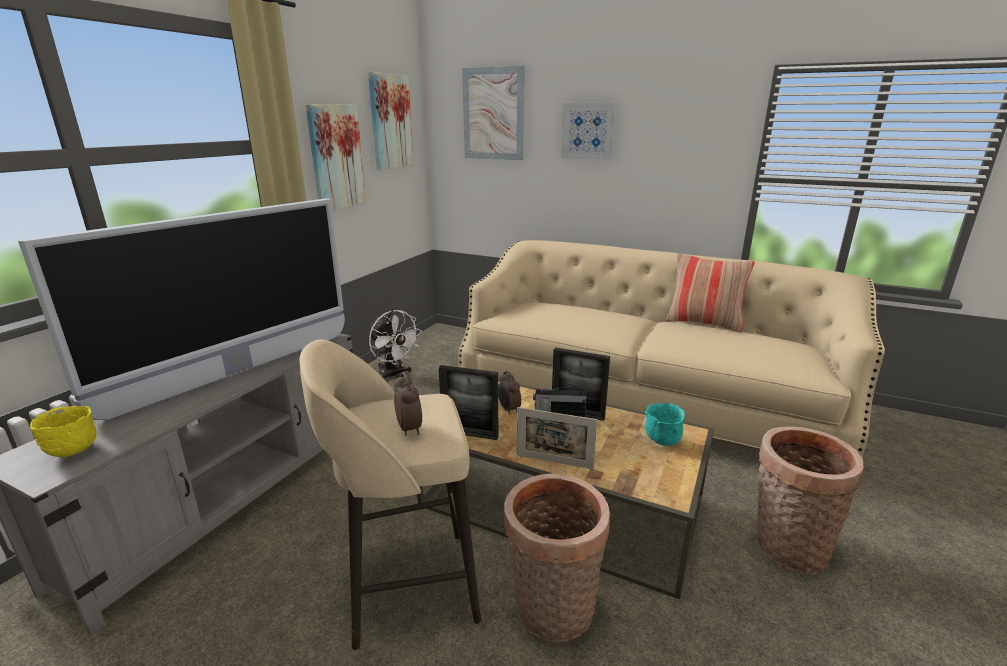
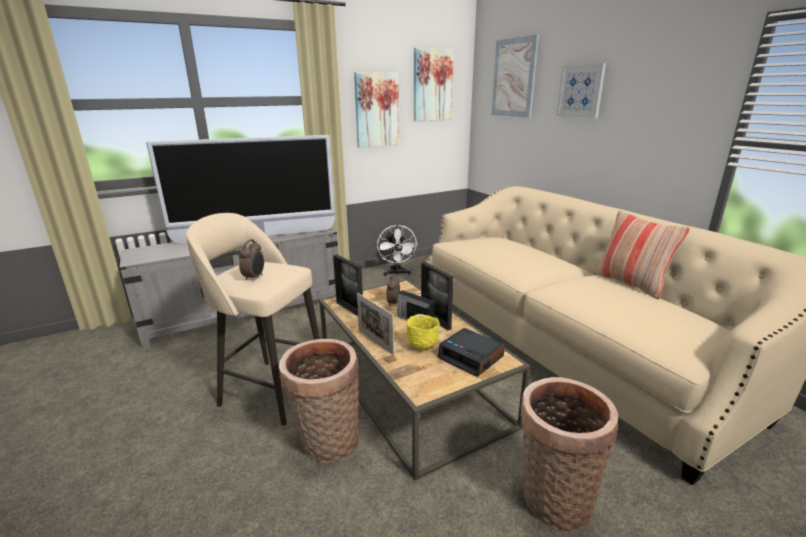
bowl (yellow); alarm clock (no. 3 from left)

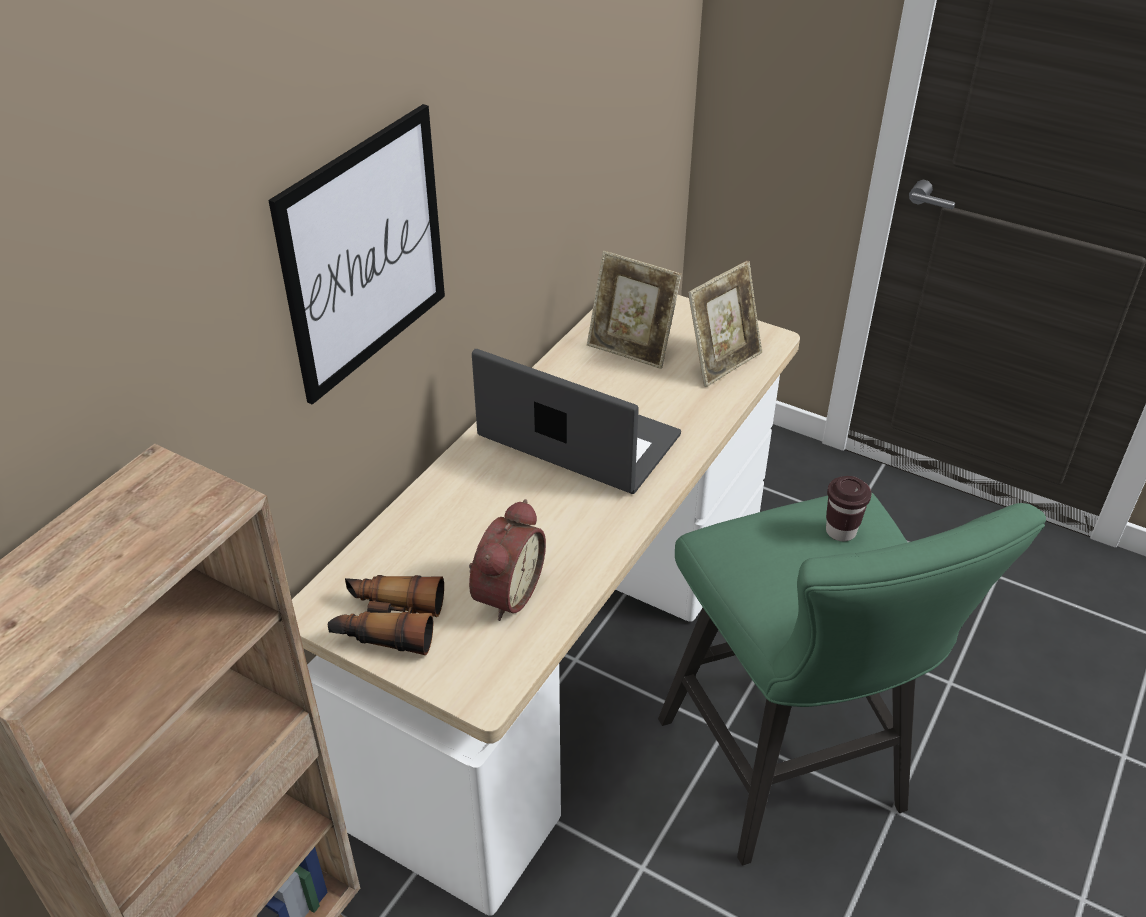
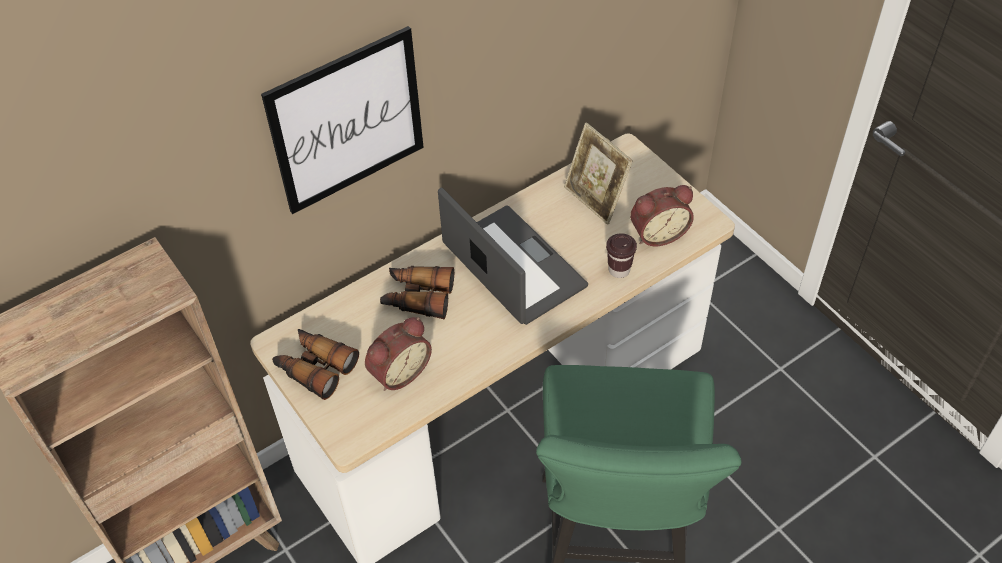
binoculars (no. 2 from left); cup (brown); alarm clock (no. 2 from left)

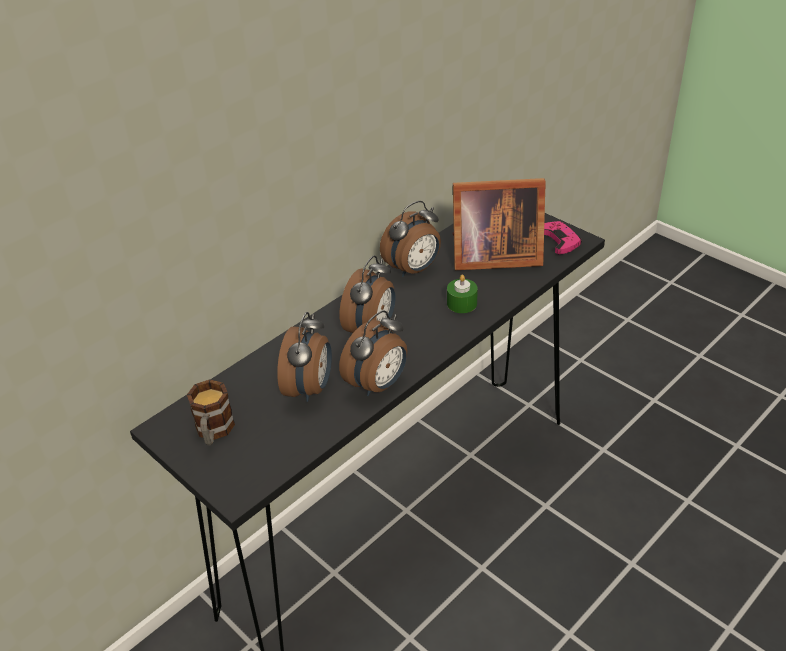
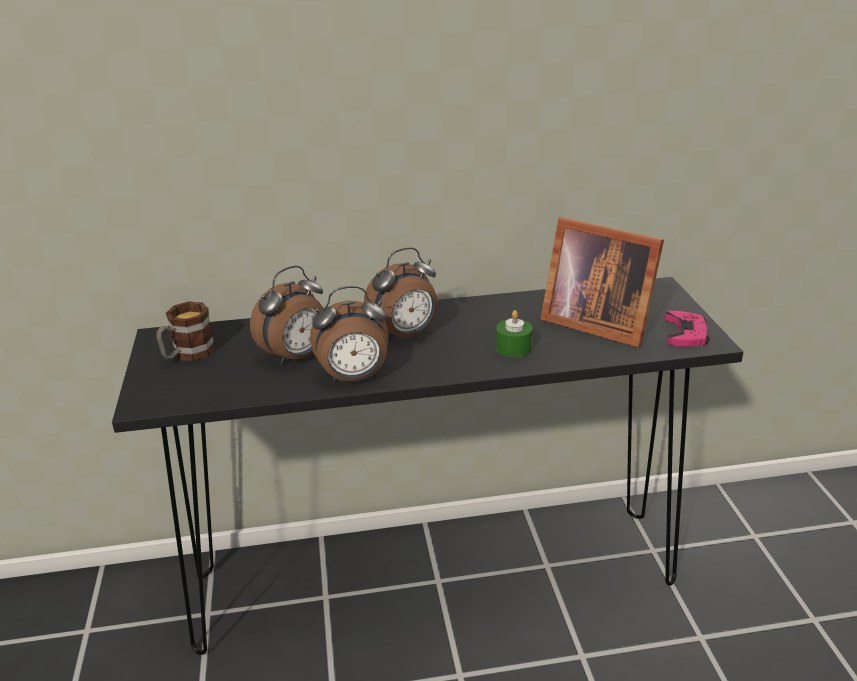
alarm clock (no. 4 from left in the first image)

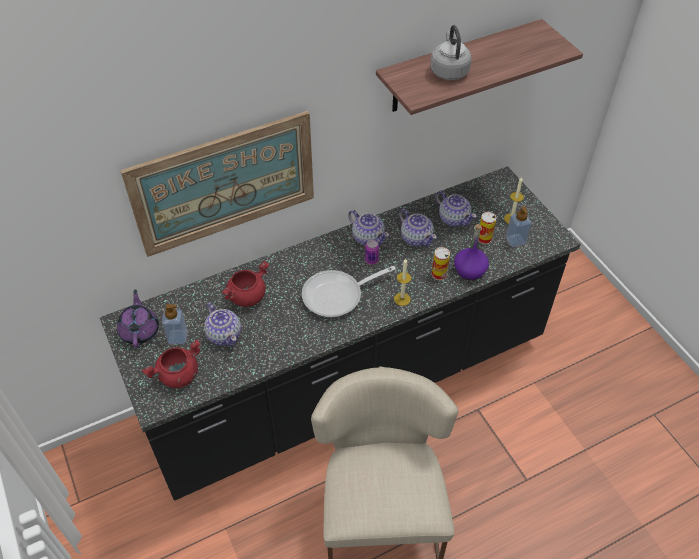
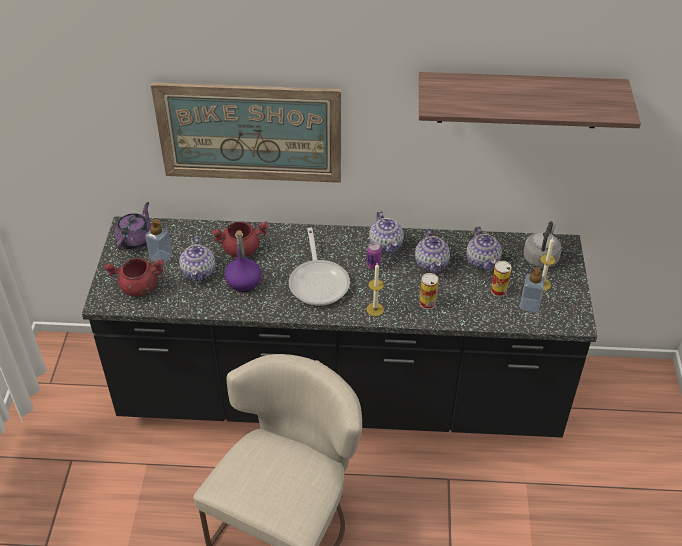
bottle (purple); frying pan; kettle (grey)

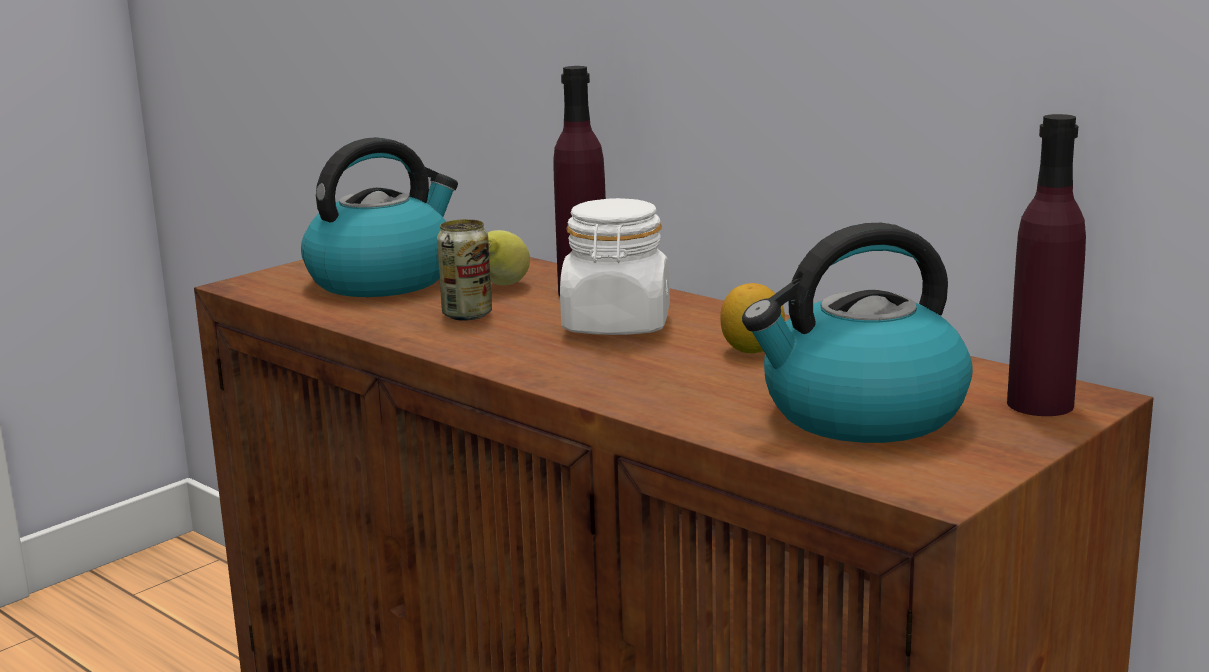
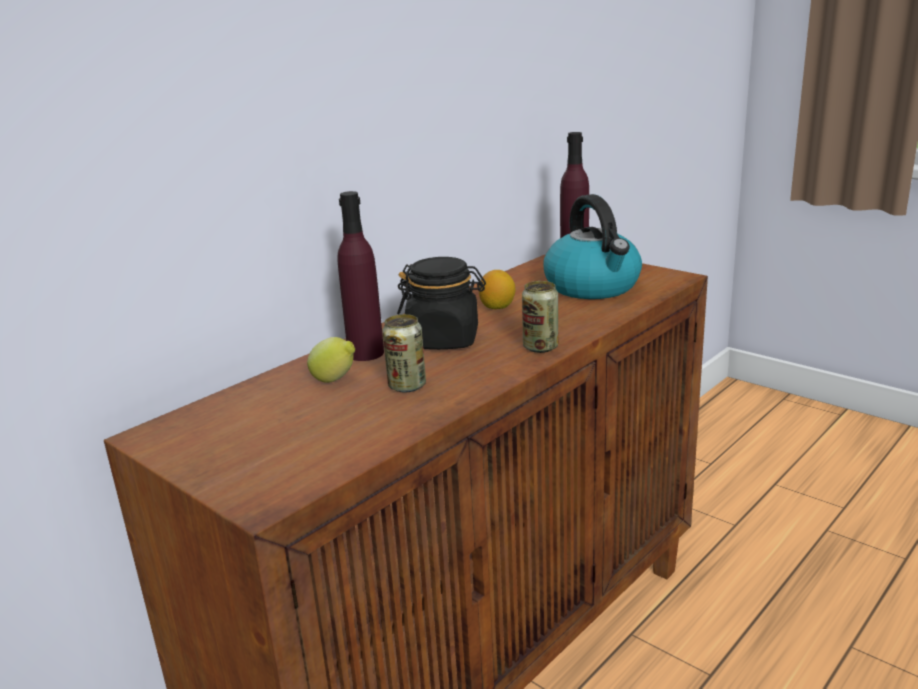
jar (black); can (no. 2 from left); kettle (no. 1 from left in the first image)

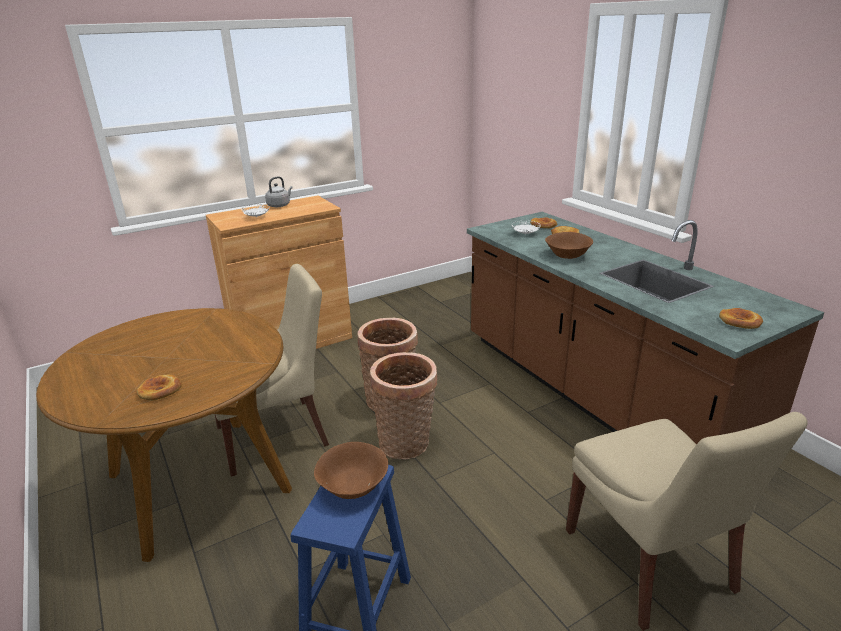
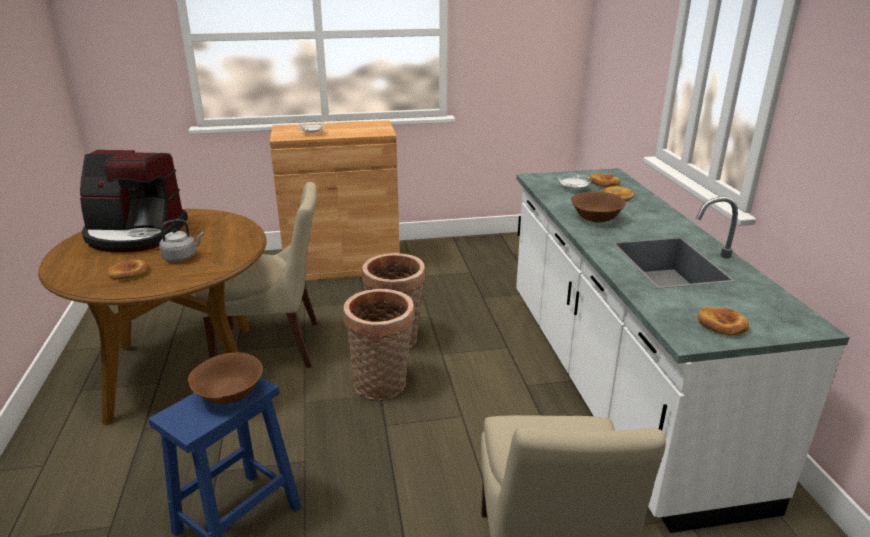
coffee machine; kettle (grey); counter (white)

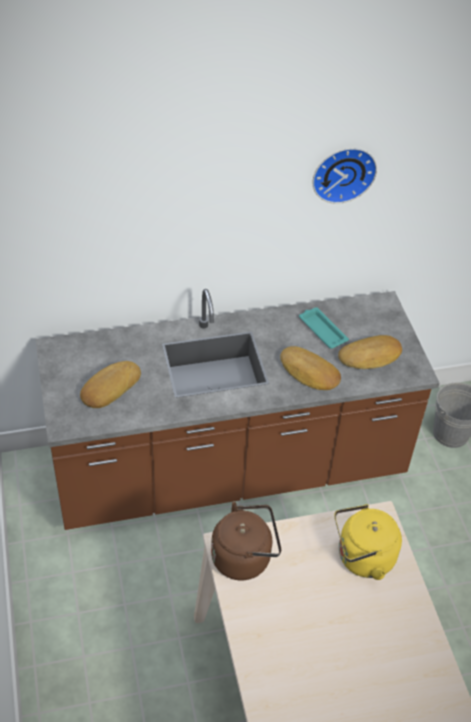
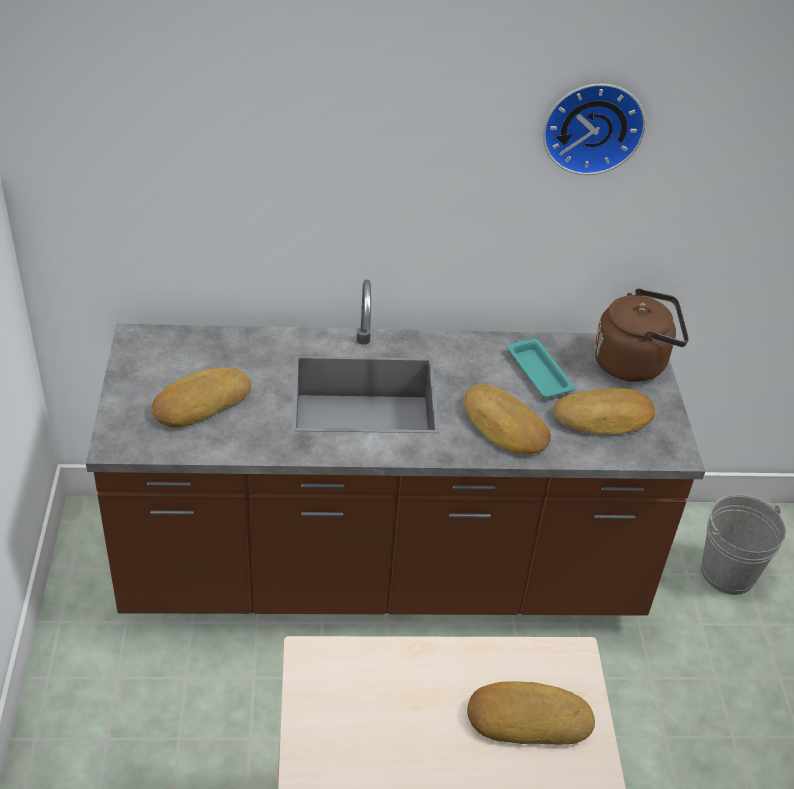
bread (no. 3 from left); kettle (brown)

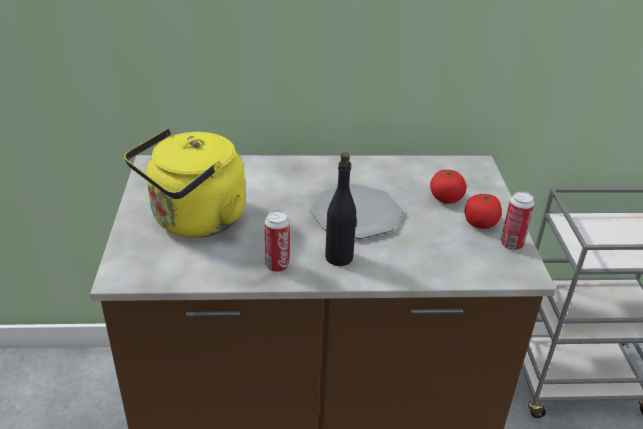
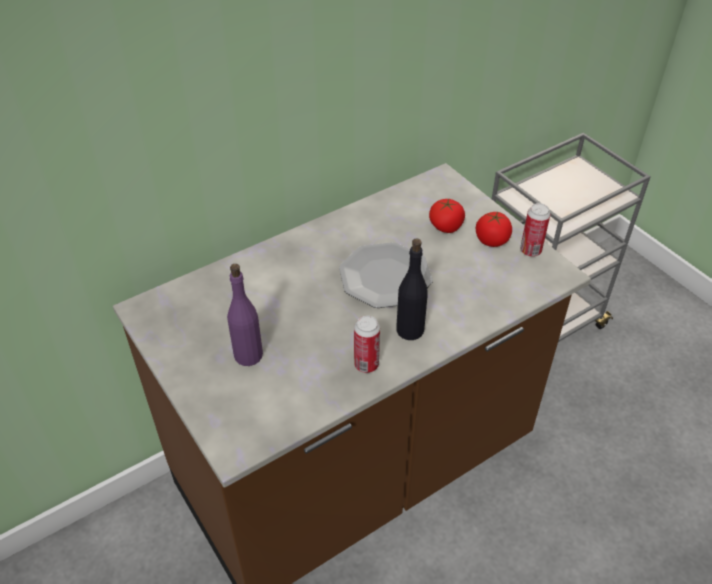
bottle (purple)

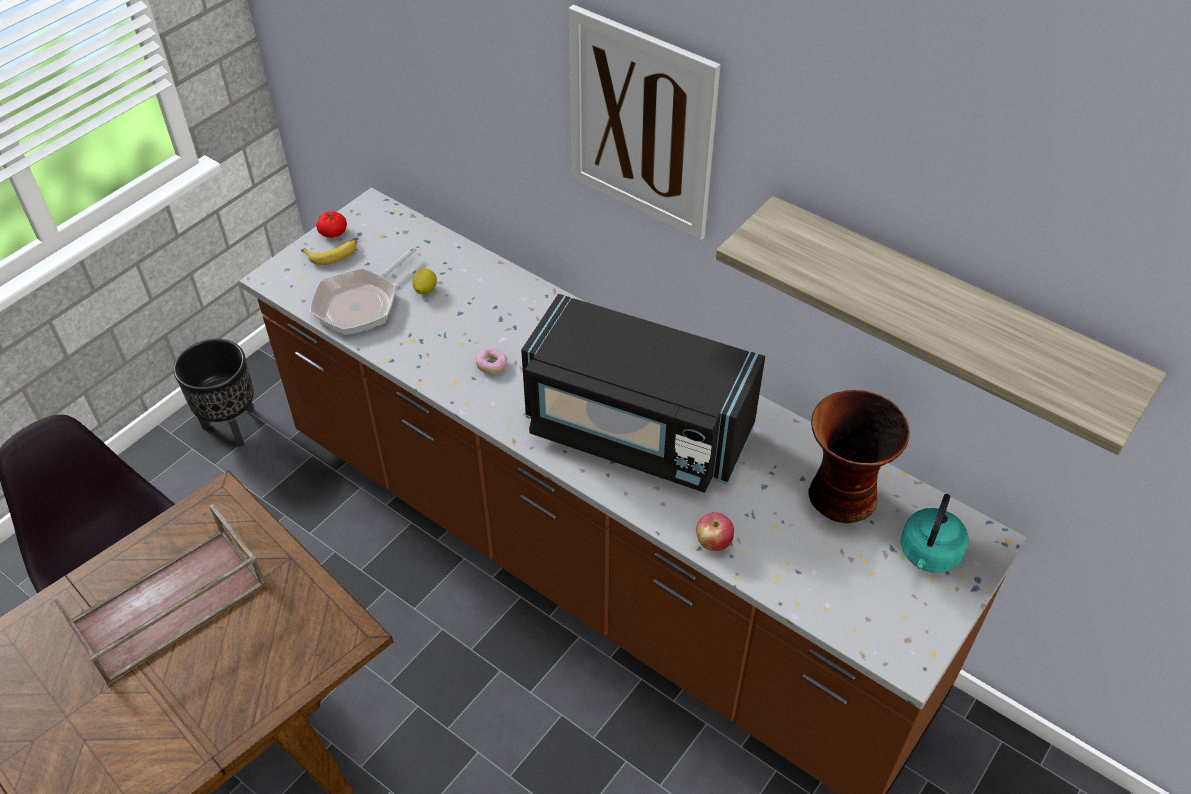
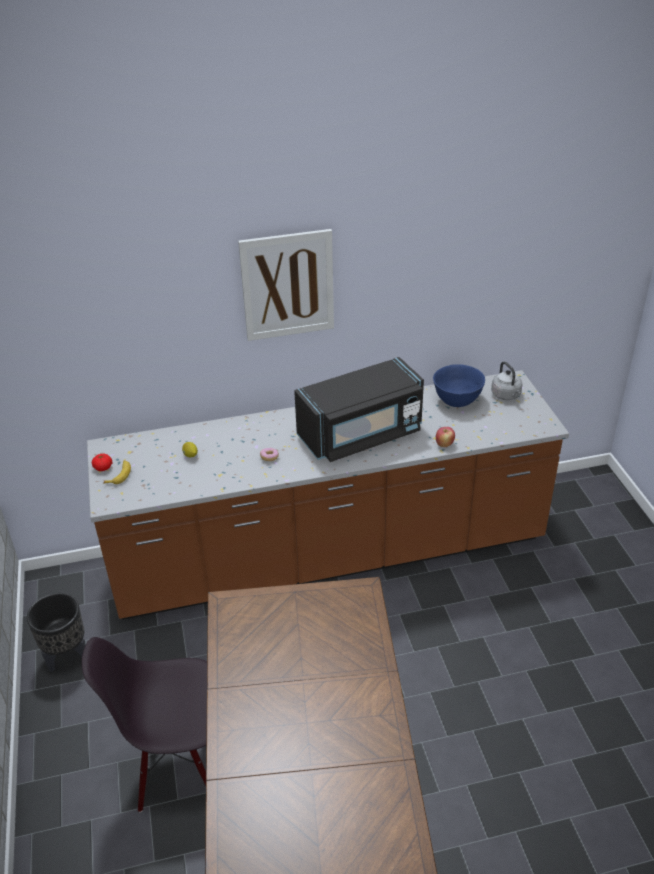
bowl (blue); kettle (grey); tray (brown); frying pan; shelf

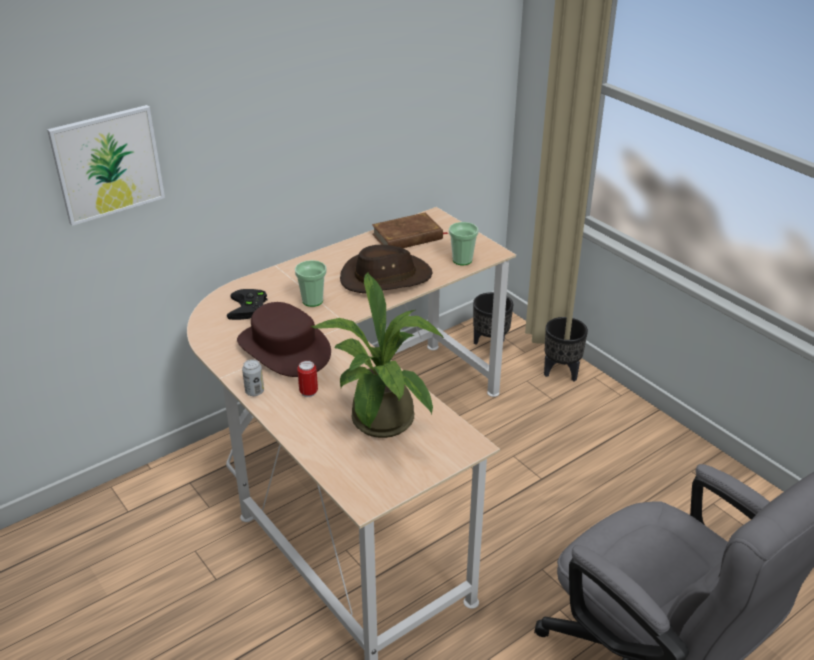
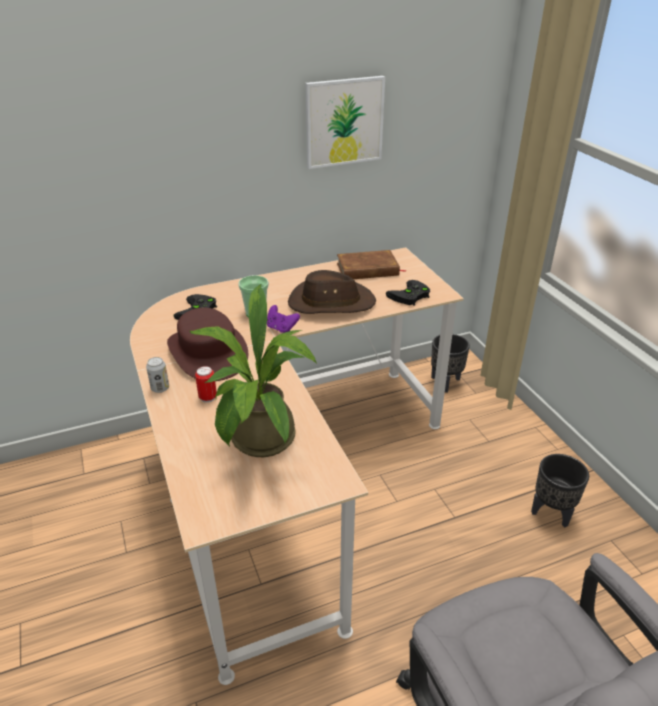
game controller (purple); picture; game controller (black) (no. 2 from left); planter (black) (no. 2 from left)

